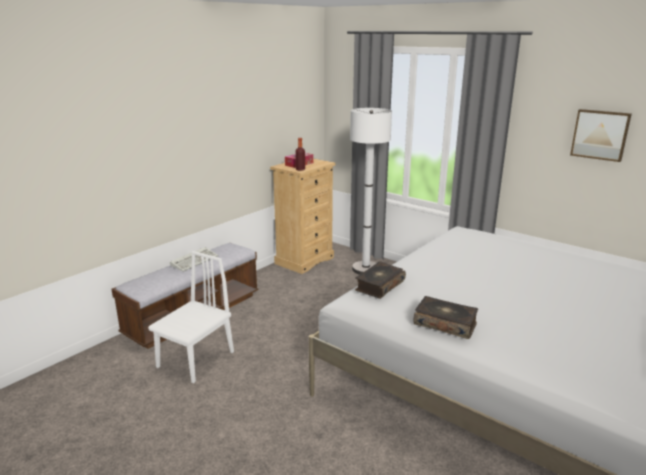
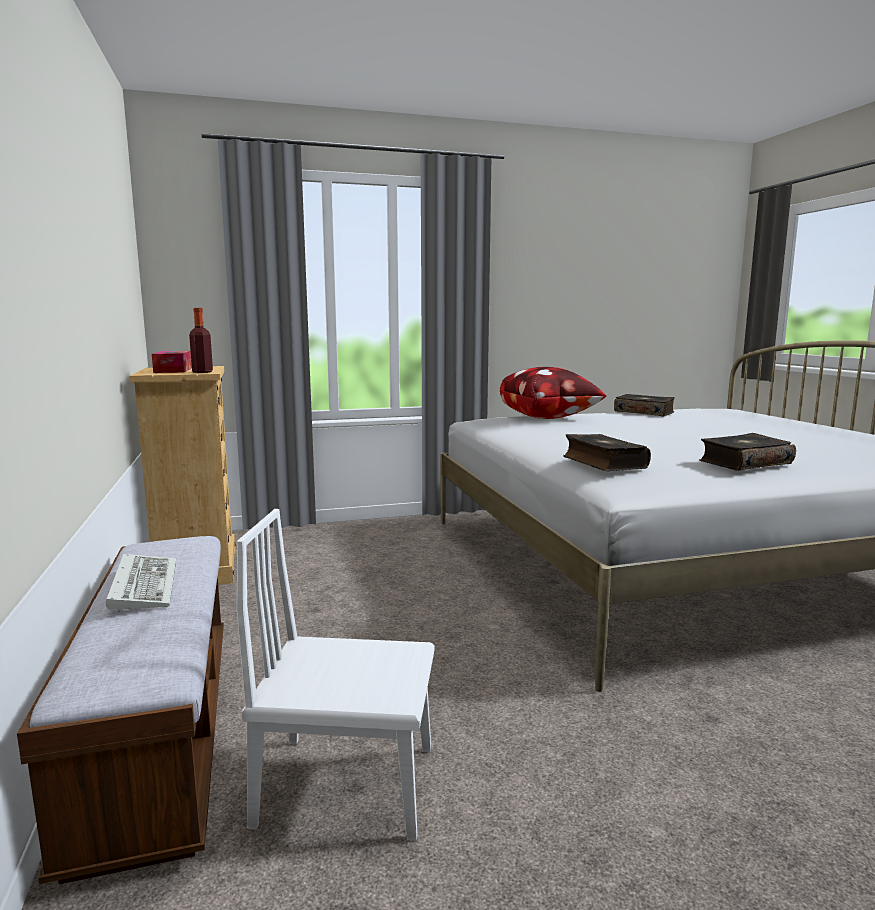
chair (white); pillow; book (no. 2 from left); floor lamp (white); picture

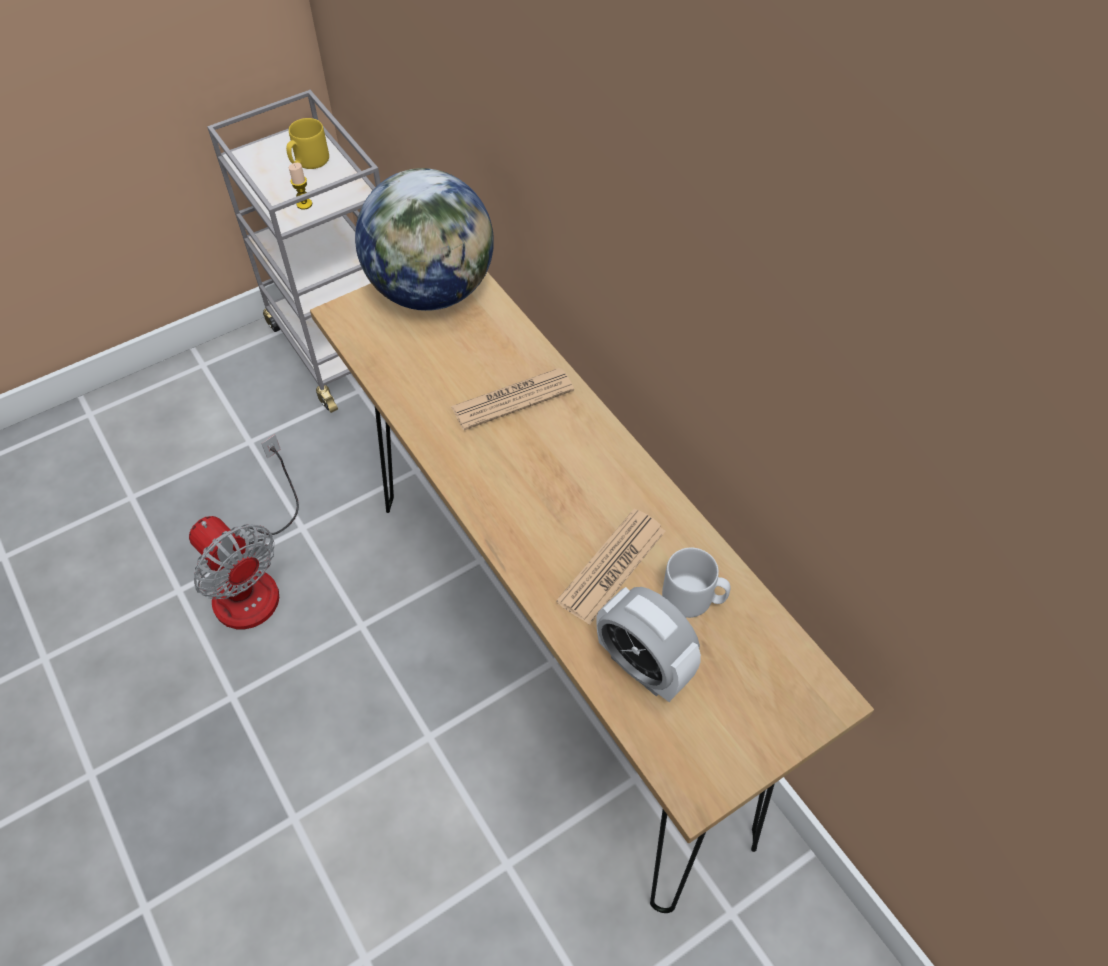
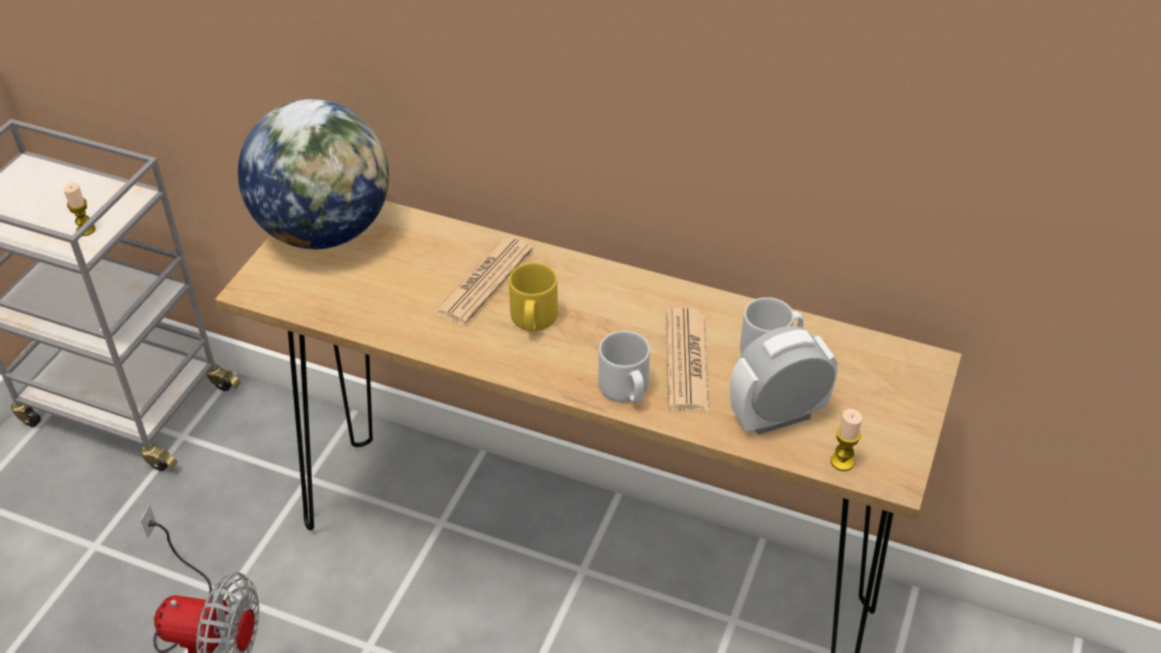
mug (yellow); mug (grey) (no. 1 from left); alarm clock; candle (no. 2 from left)

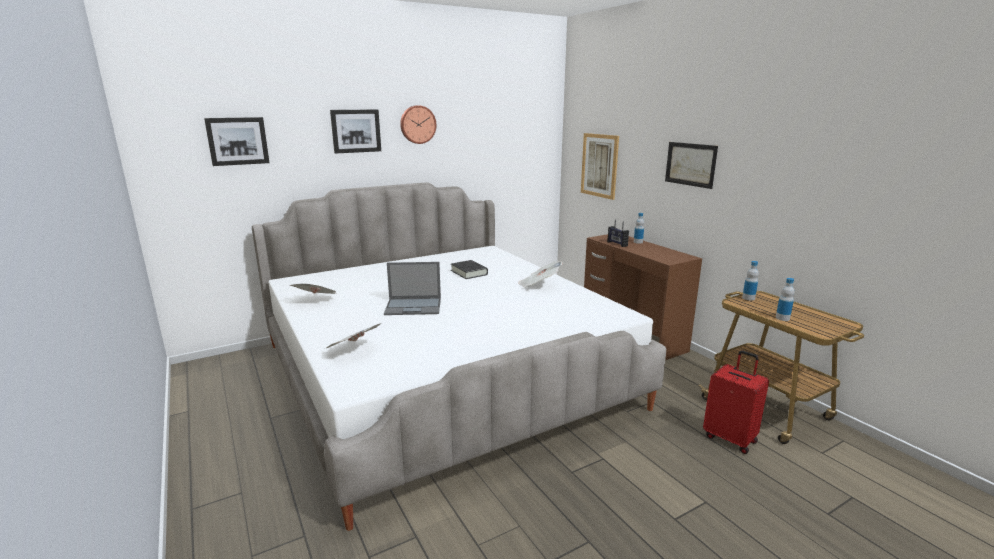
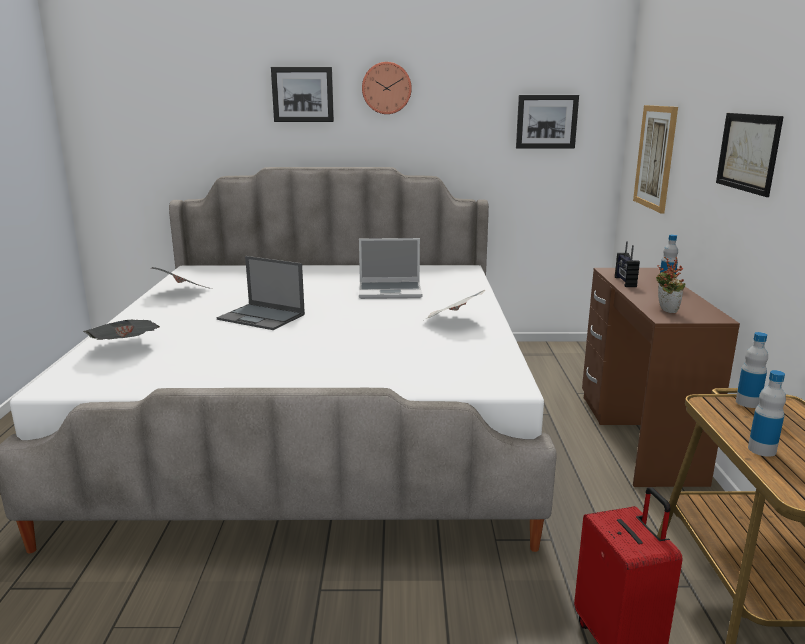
laptop (no. 2 from left); picture (no. 2 from left); potted plant

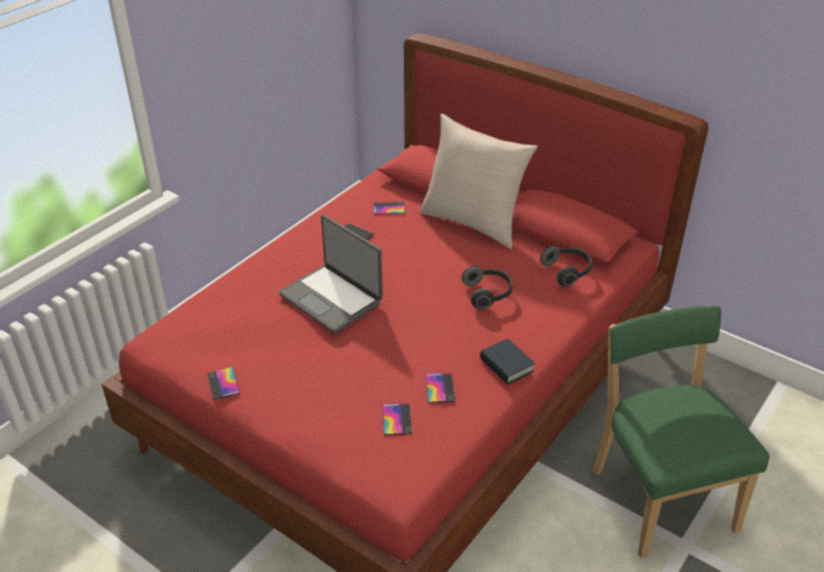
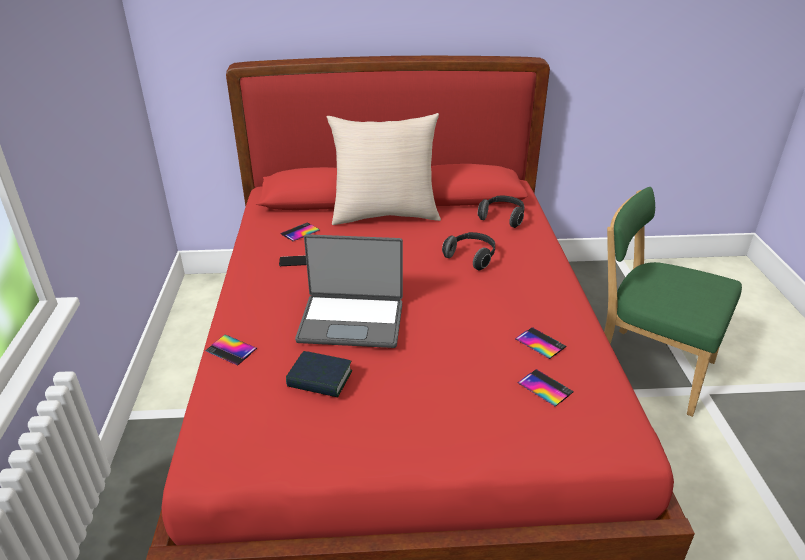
phone (no. 1 from left); book

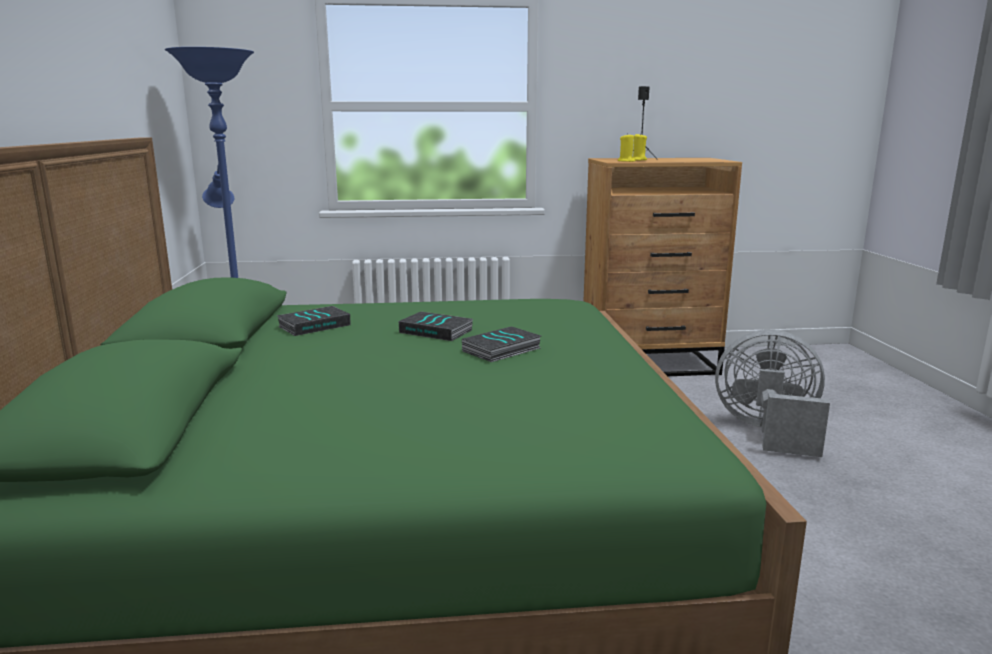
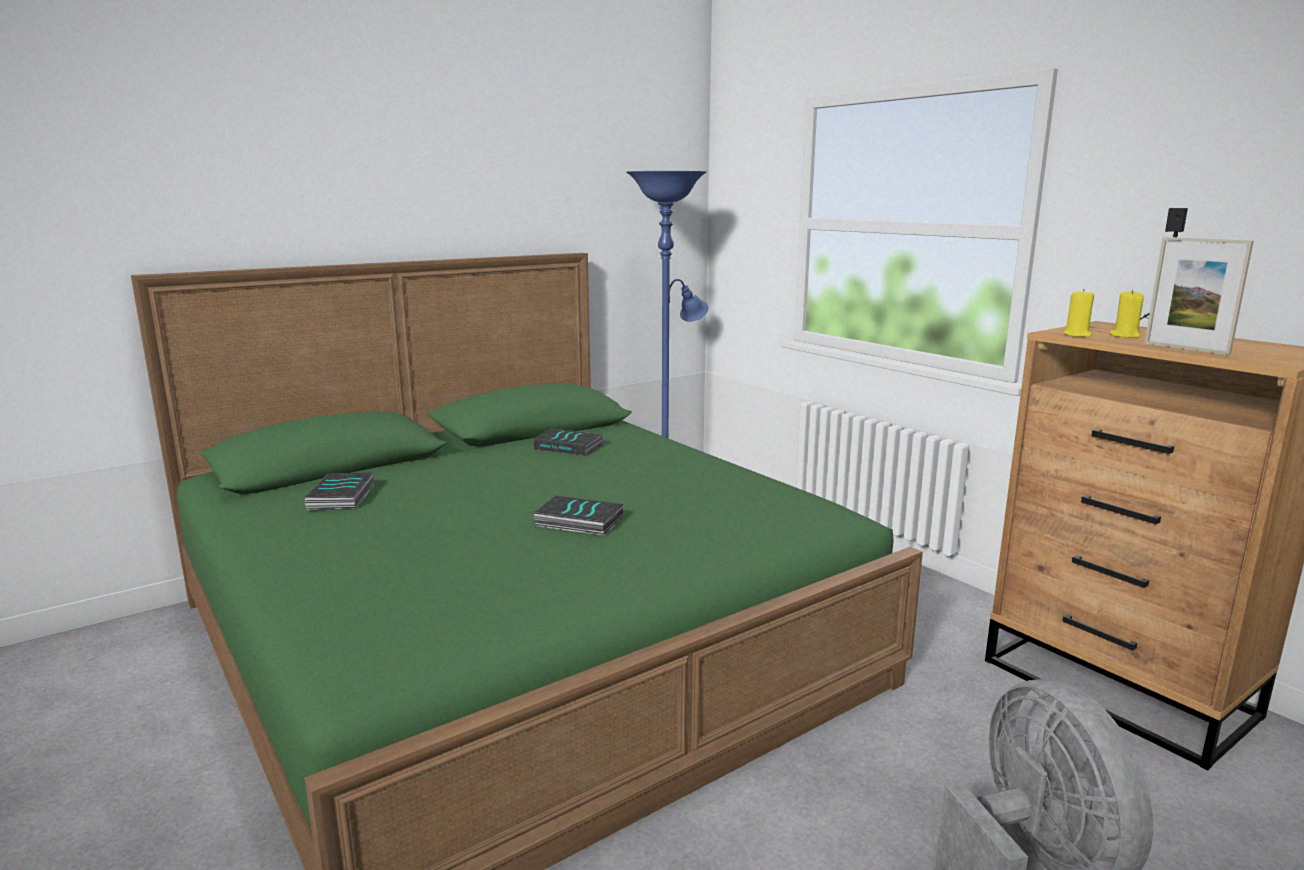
book (no. 1 from left); picture frame

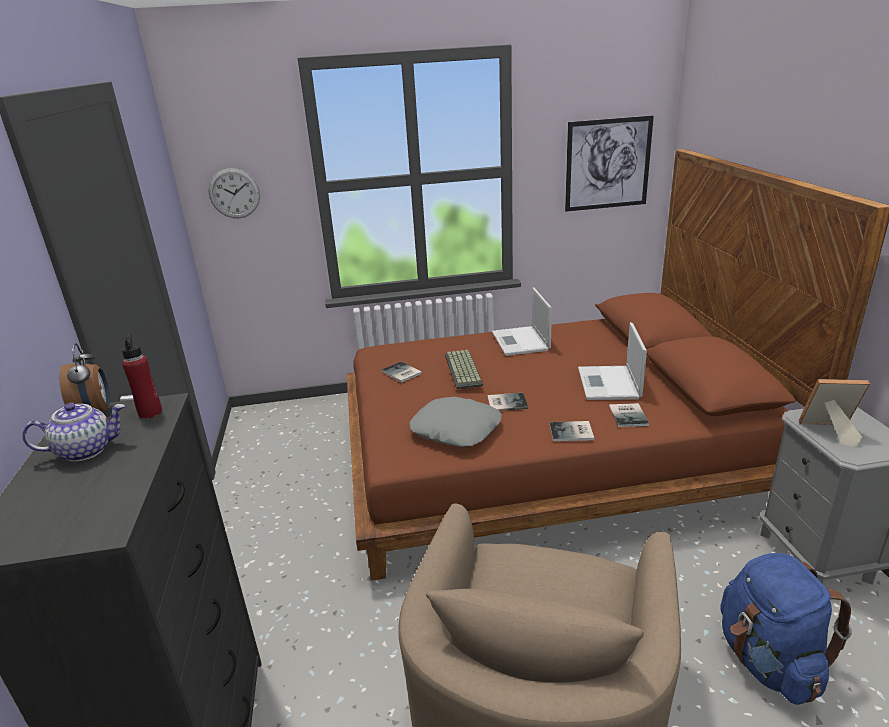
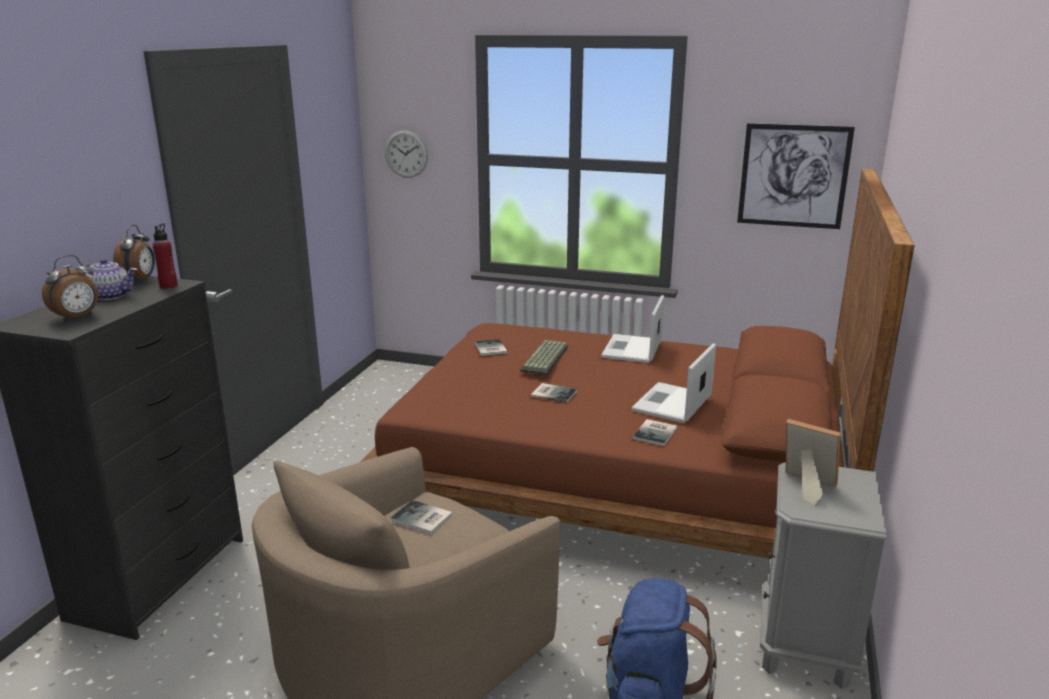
alarm clock (no. 1 from left); book (no. 1 from left); pillow (grey)

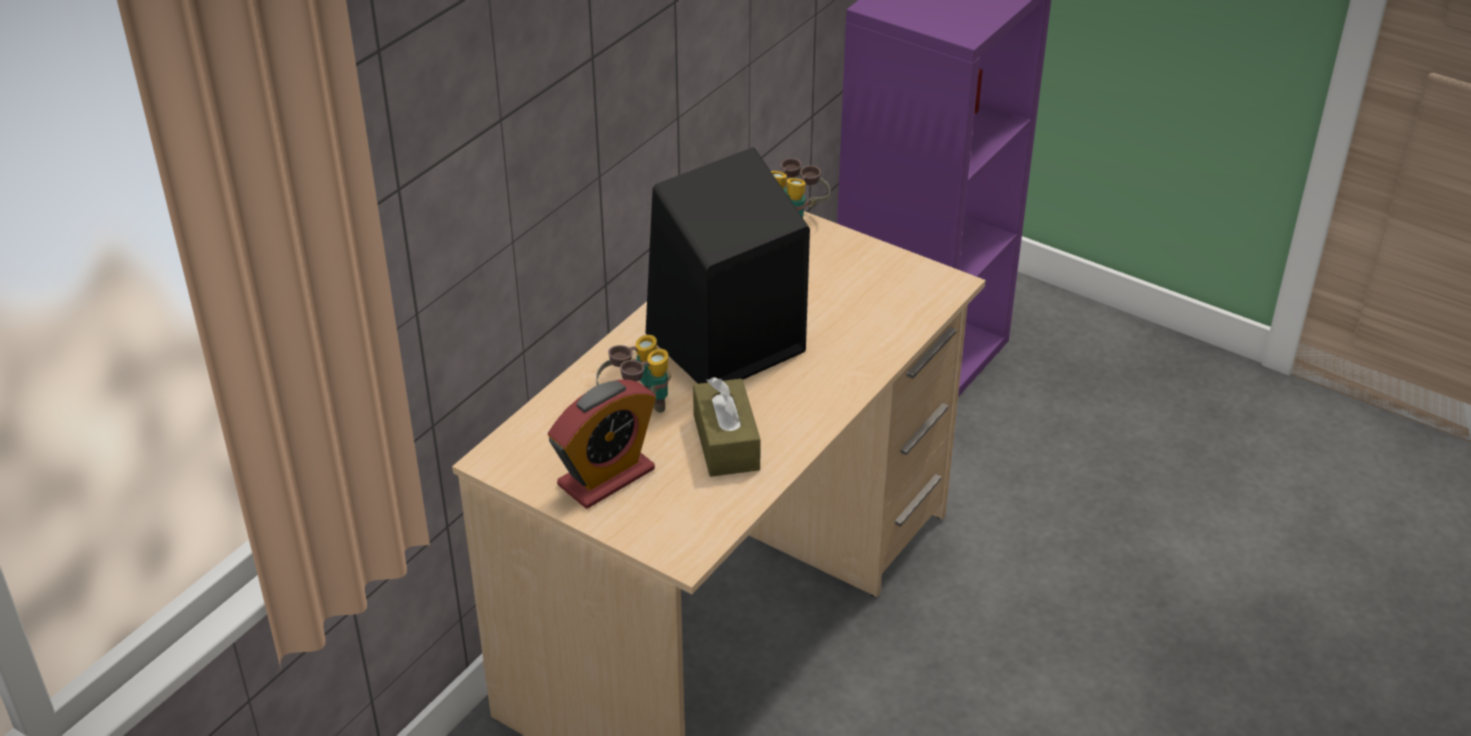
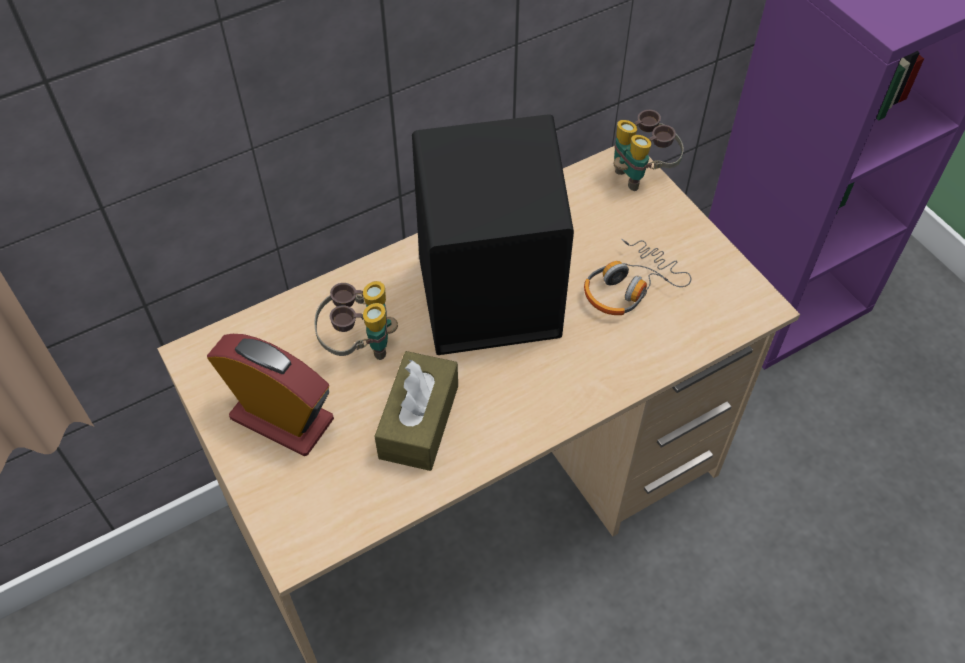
alarm clock; headphones

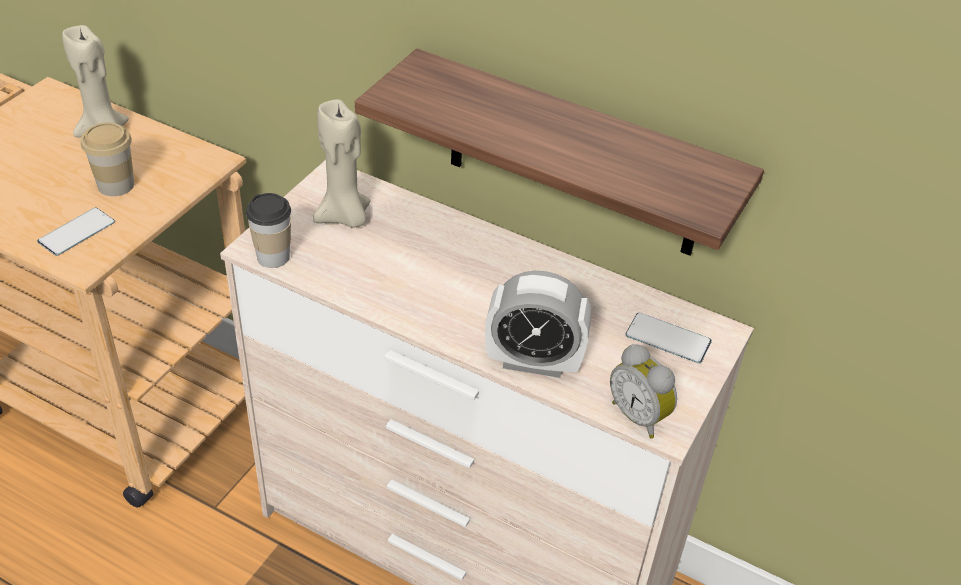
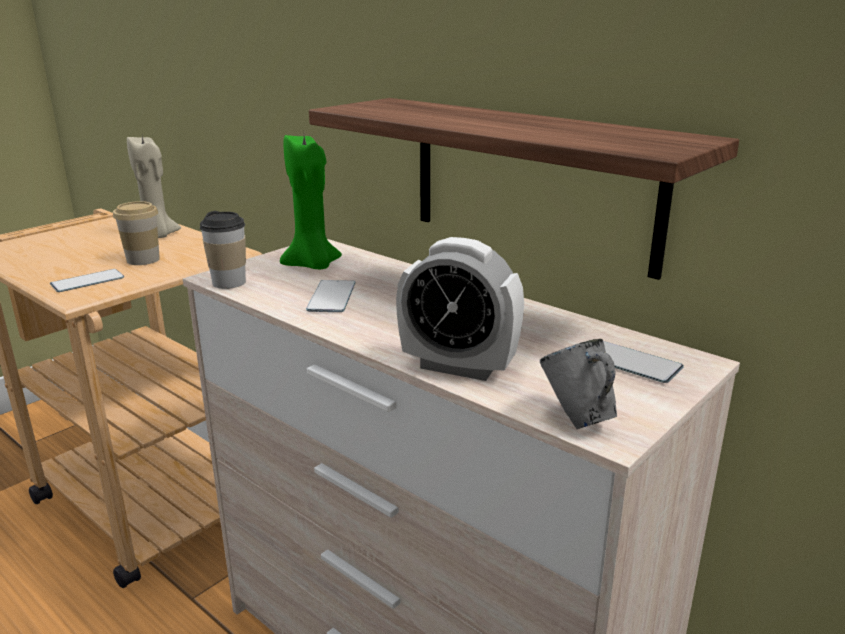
candle (green); phone (no. 2 from left); mug (grey)

